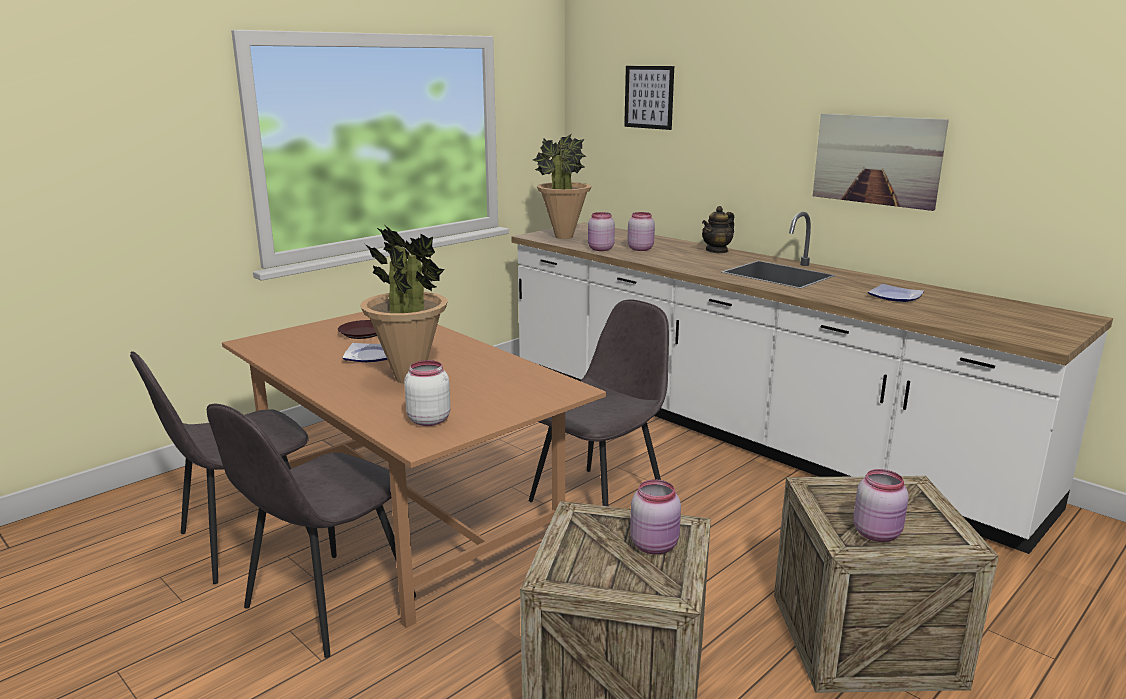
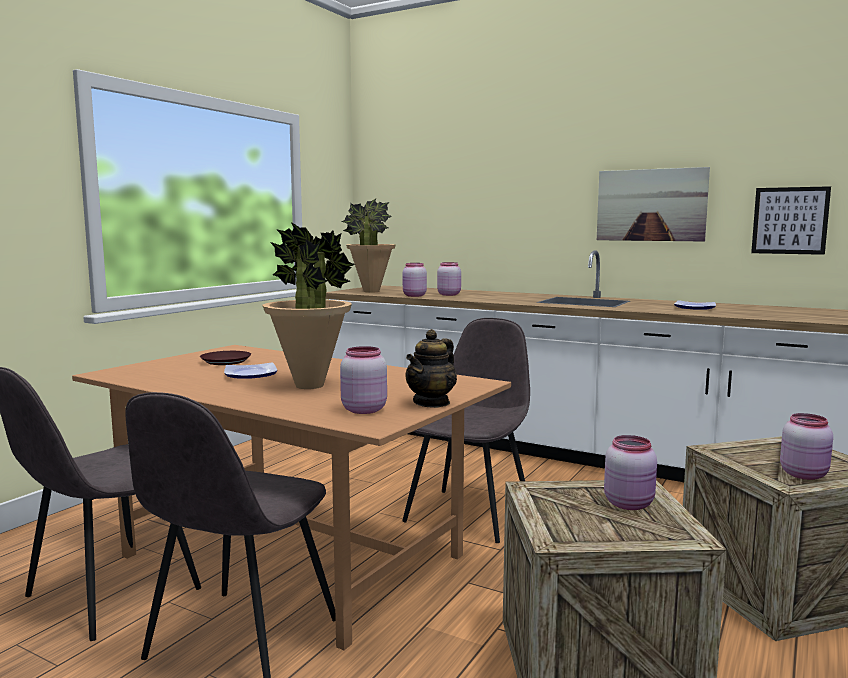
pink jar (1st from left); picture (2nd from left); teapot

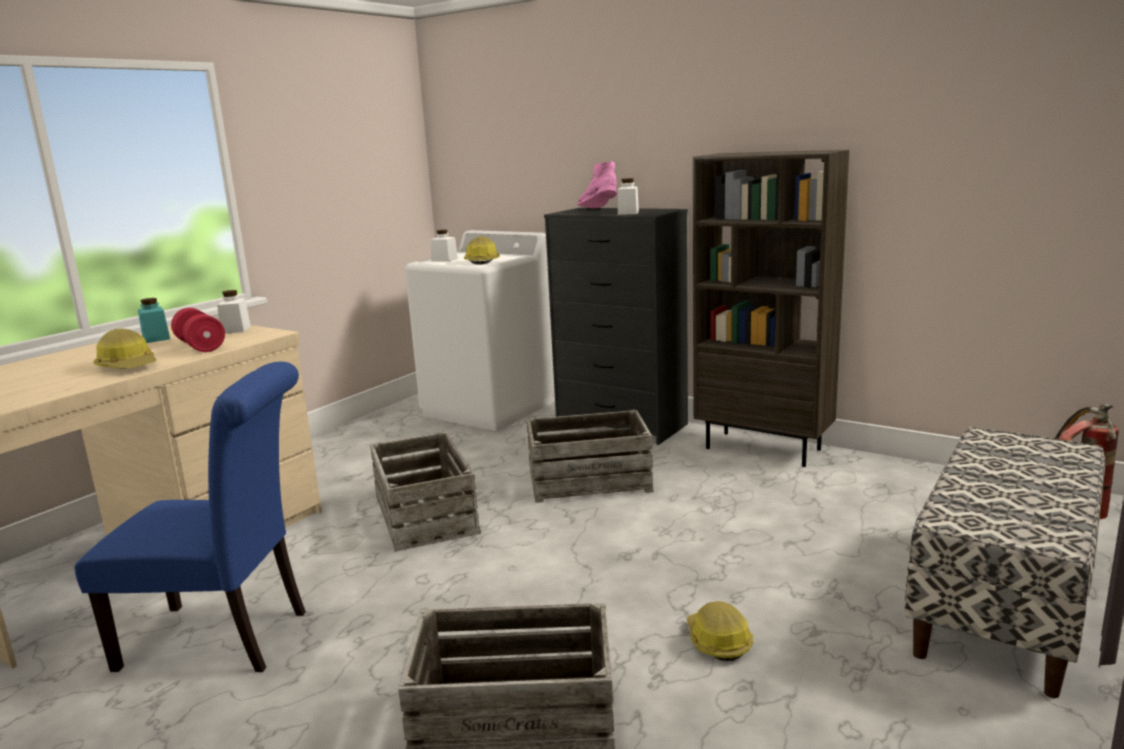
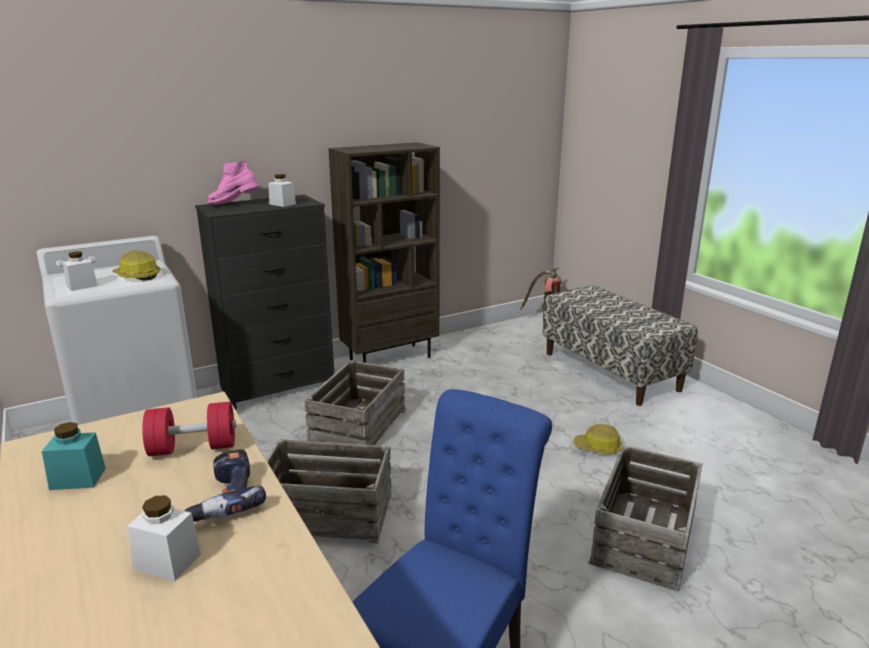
power drill; white jar (2nd from left)

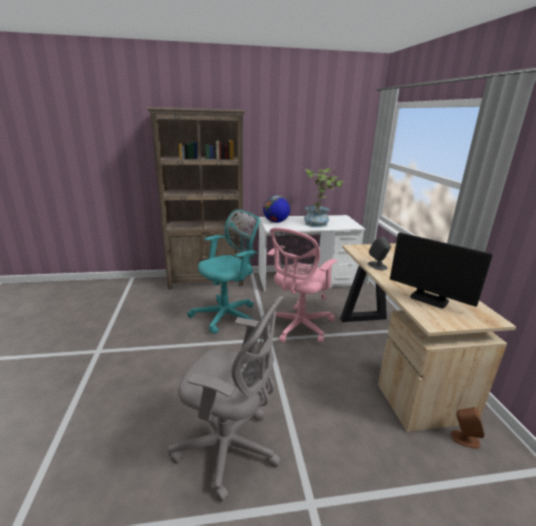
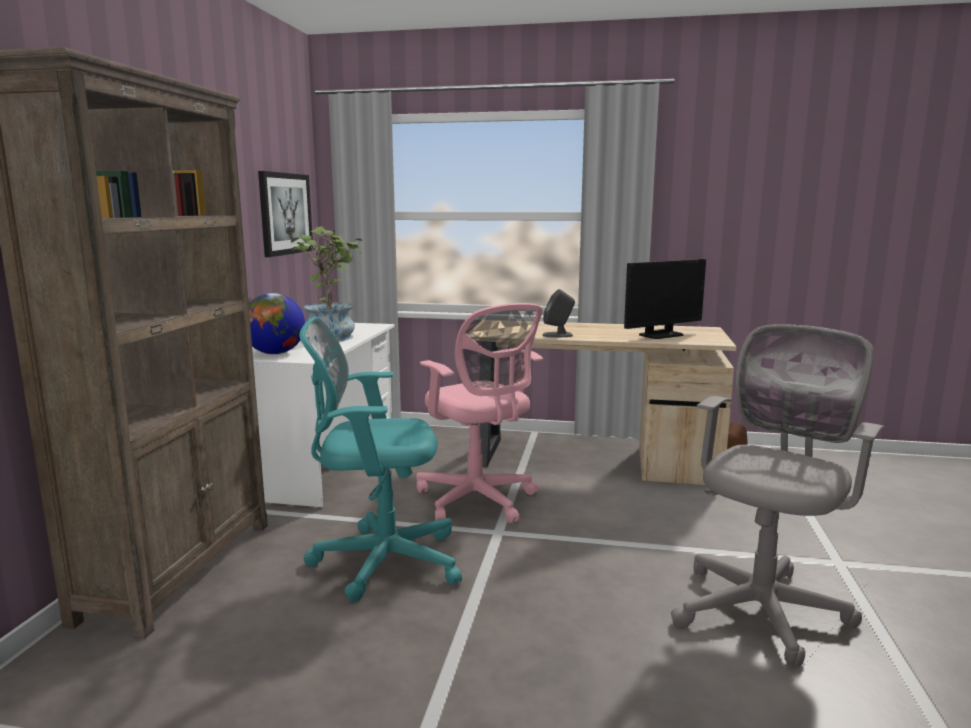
turquoise office chair; picture

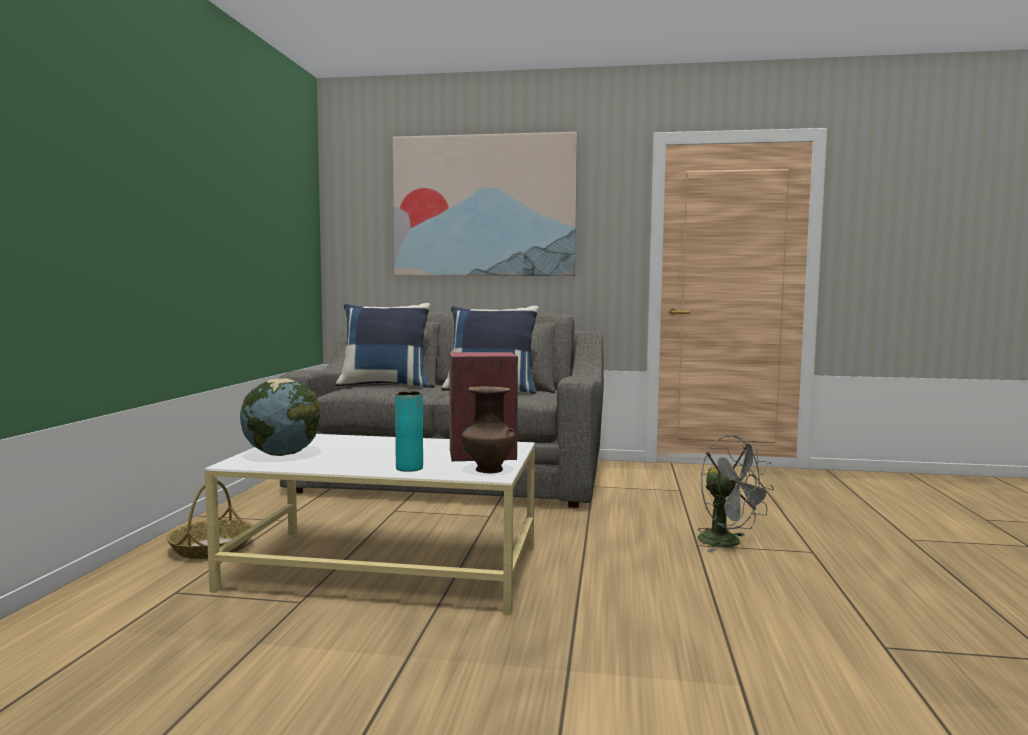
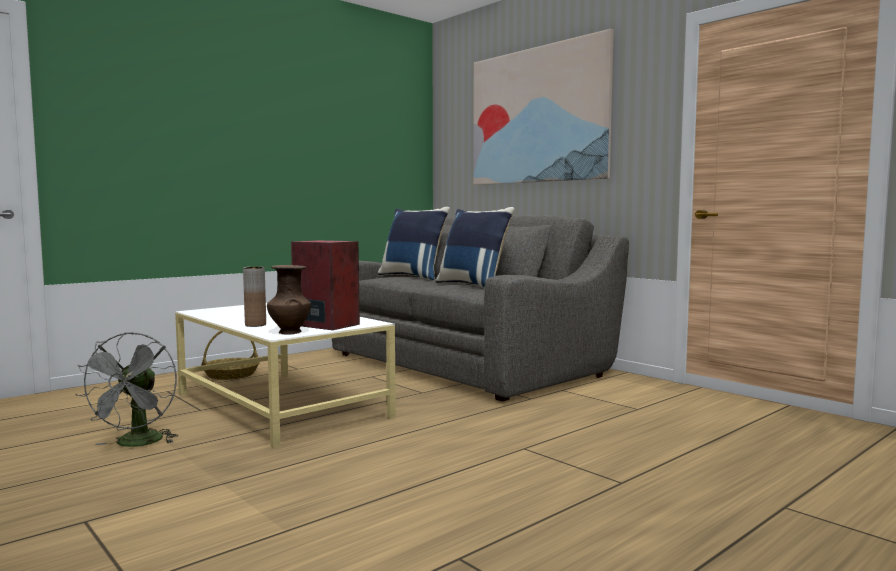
globe; brown vase (1st from left); grey fan

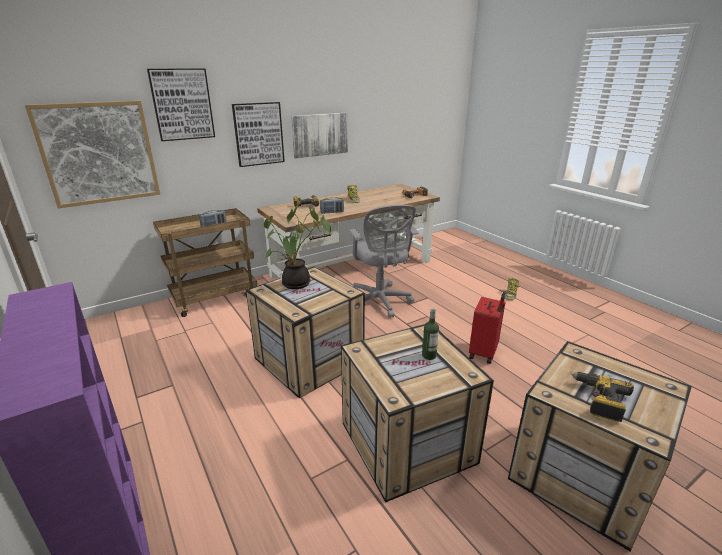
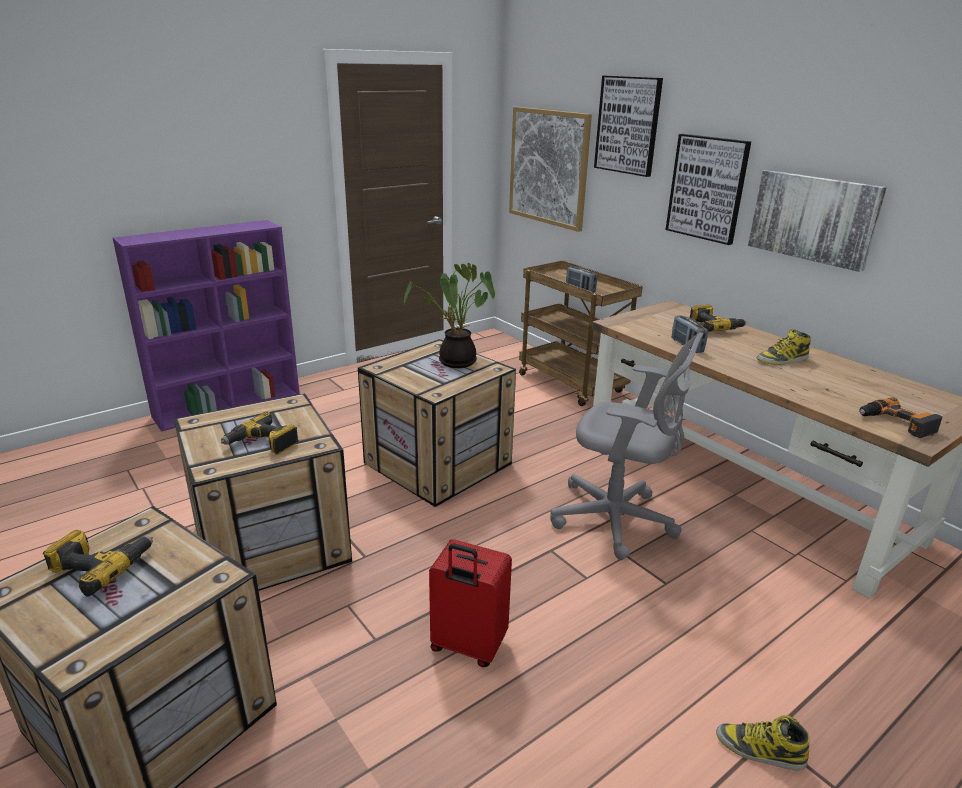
grey office chair; power drill (2nd from left)

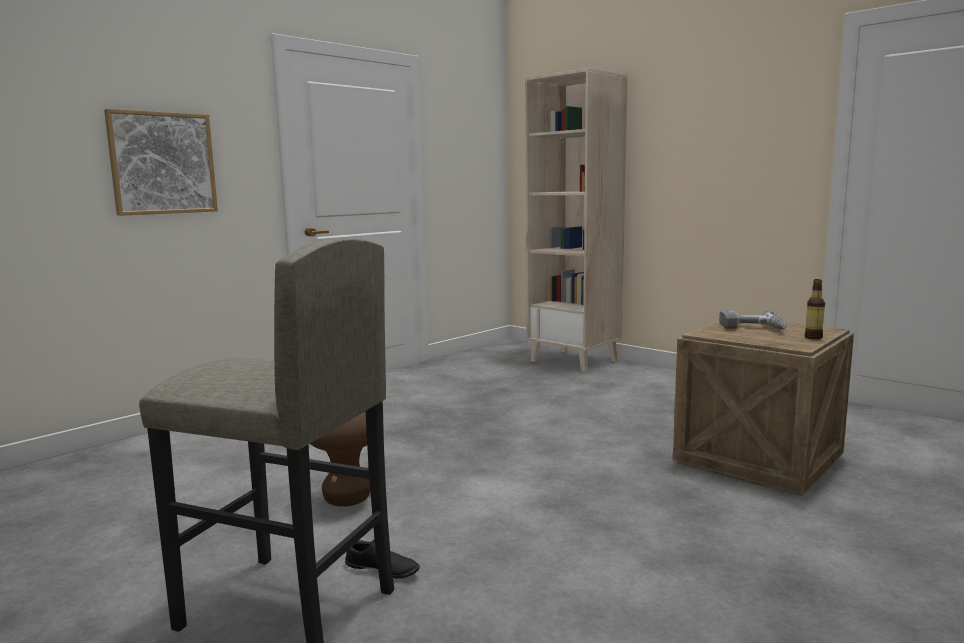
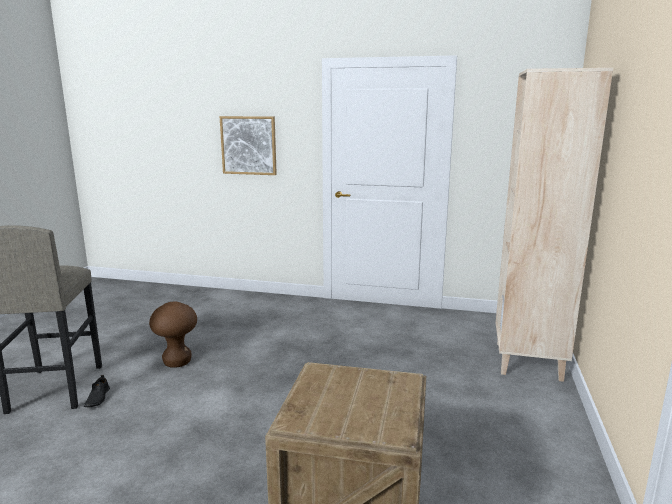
power drill; bottle

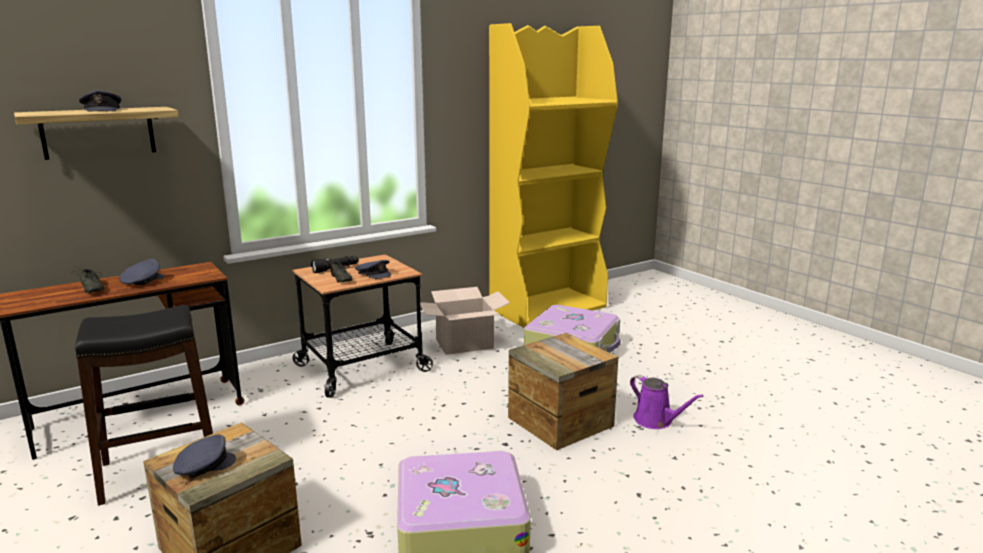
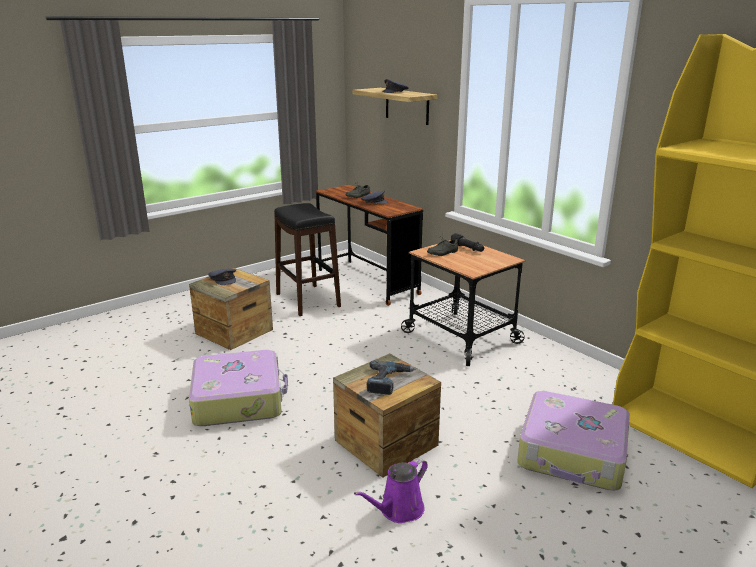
grey cap (4th from left in the first image); cardboard box; power drill

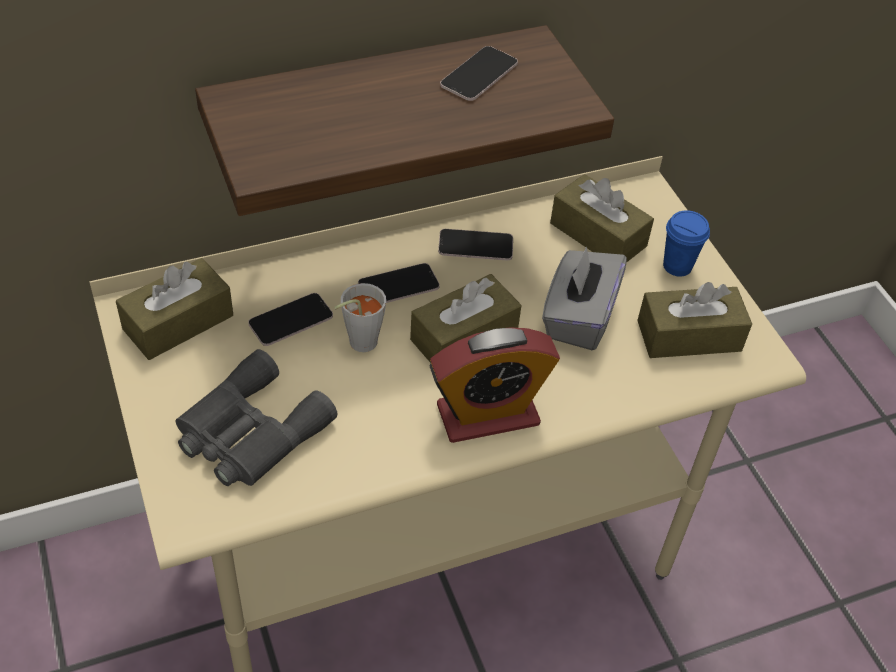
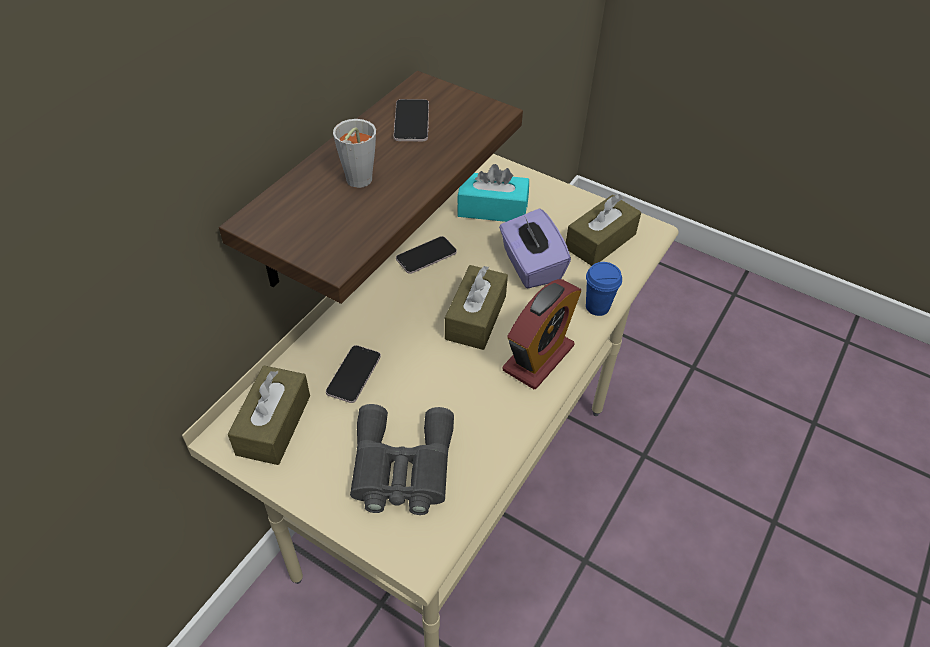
grey cup; phone (2nd from left in the first image); purple tissue box; turquoise tissue box; blue cup

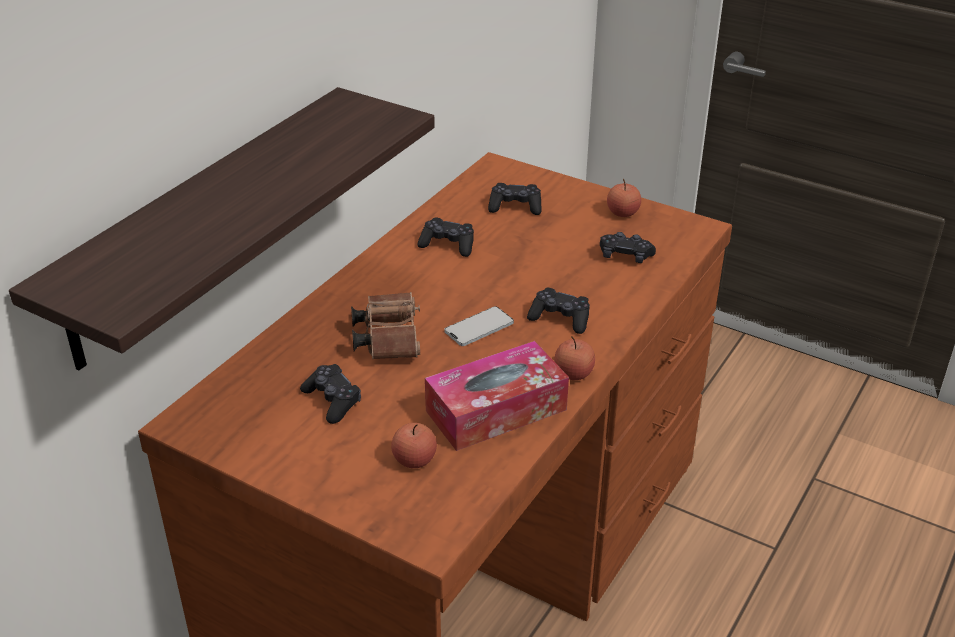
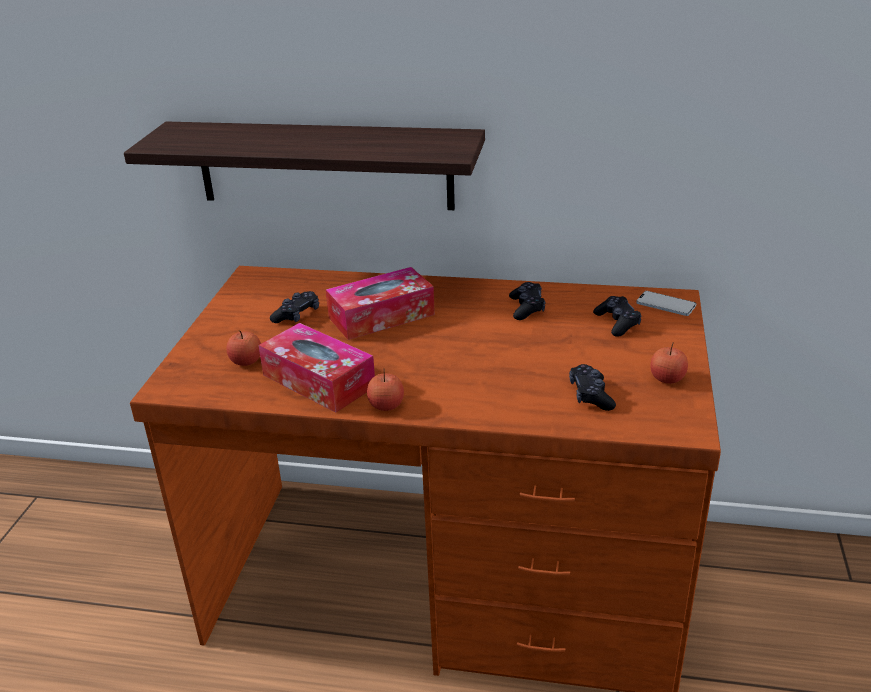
tissue box (2nd from left); phone; black game controller (4th from left in the first image)

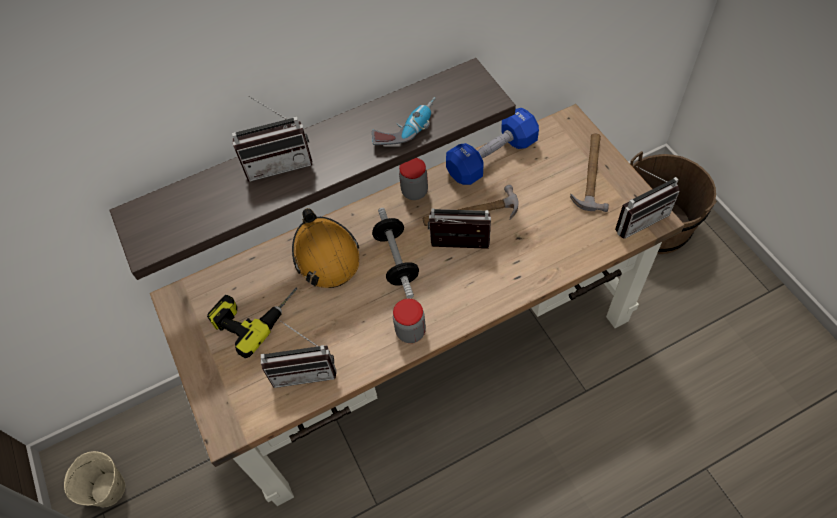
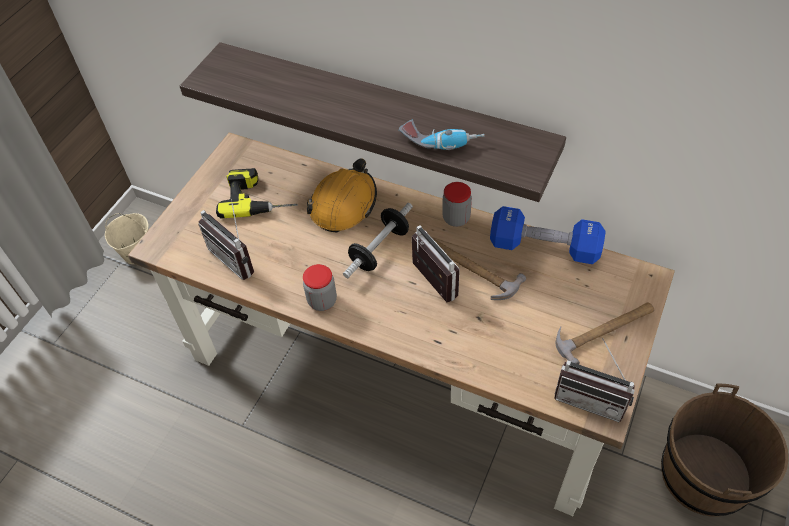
radio (1st from left in the first image)

